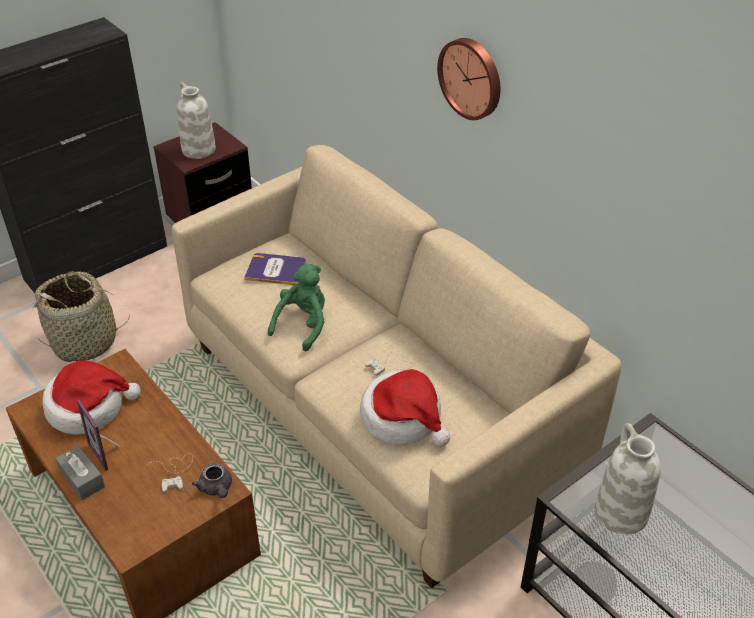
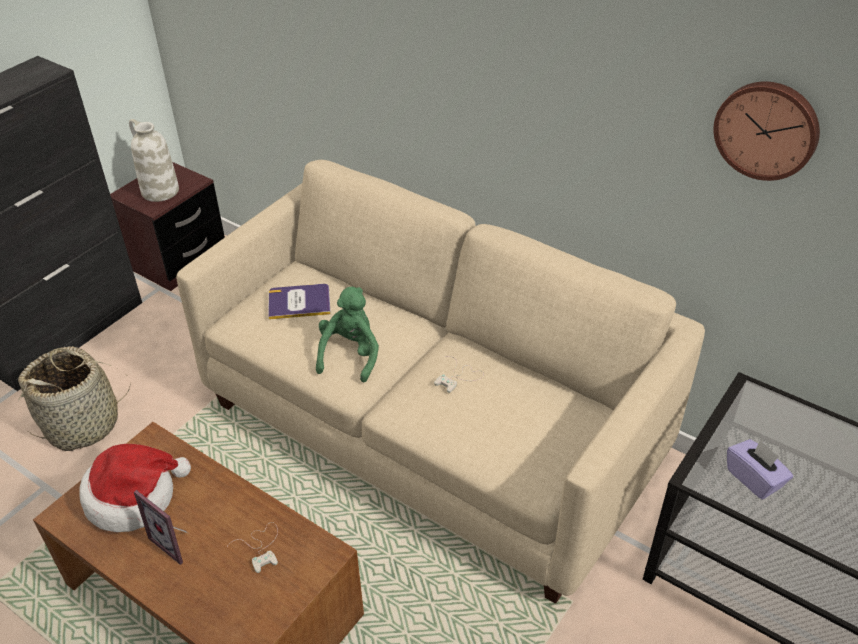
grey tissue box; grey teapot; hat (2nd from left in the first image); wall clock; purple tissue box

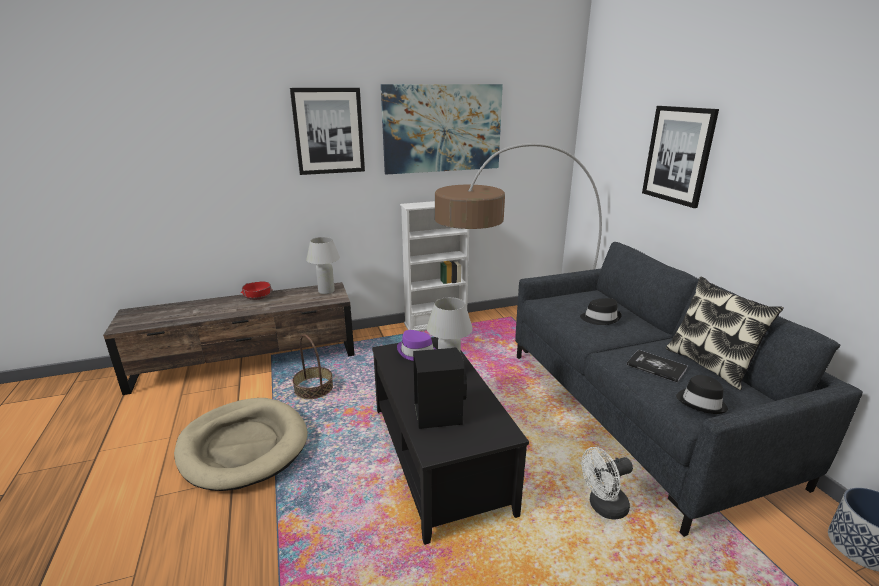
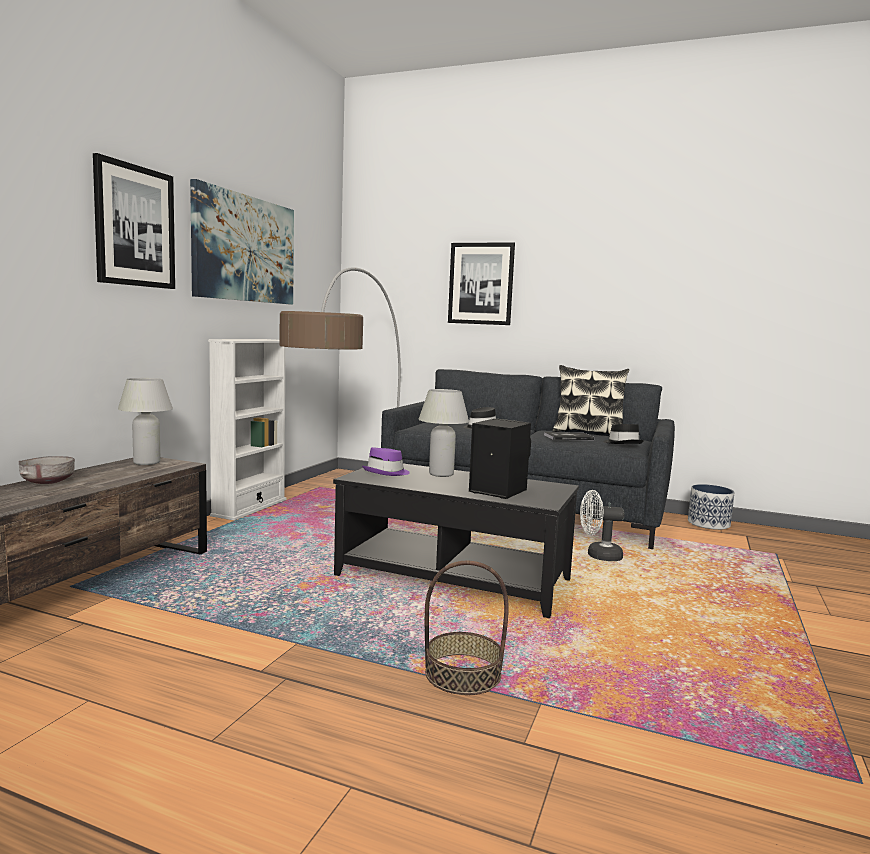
beige dog bed; grey bowl; basket; white fan

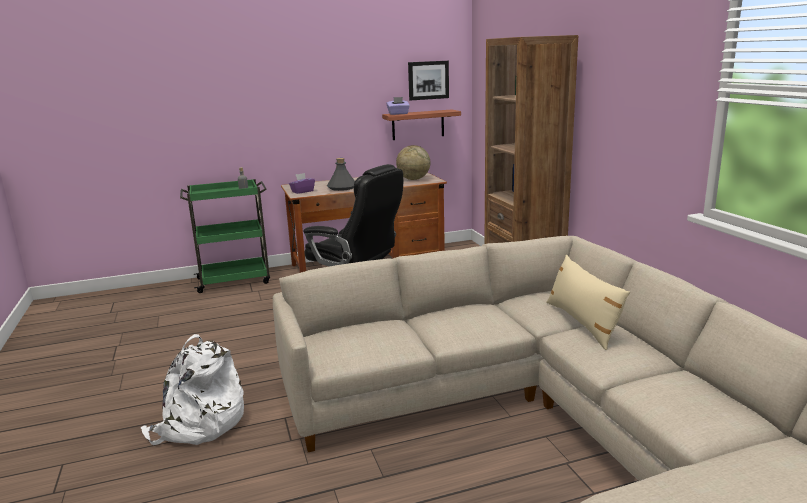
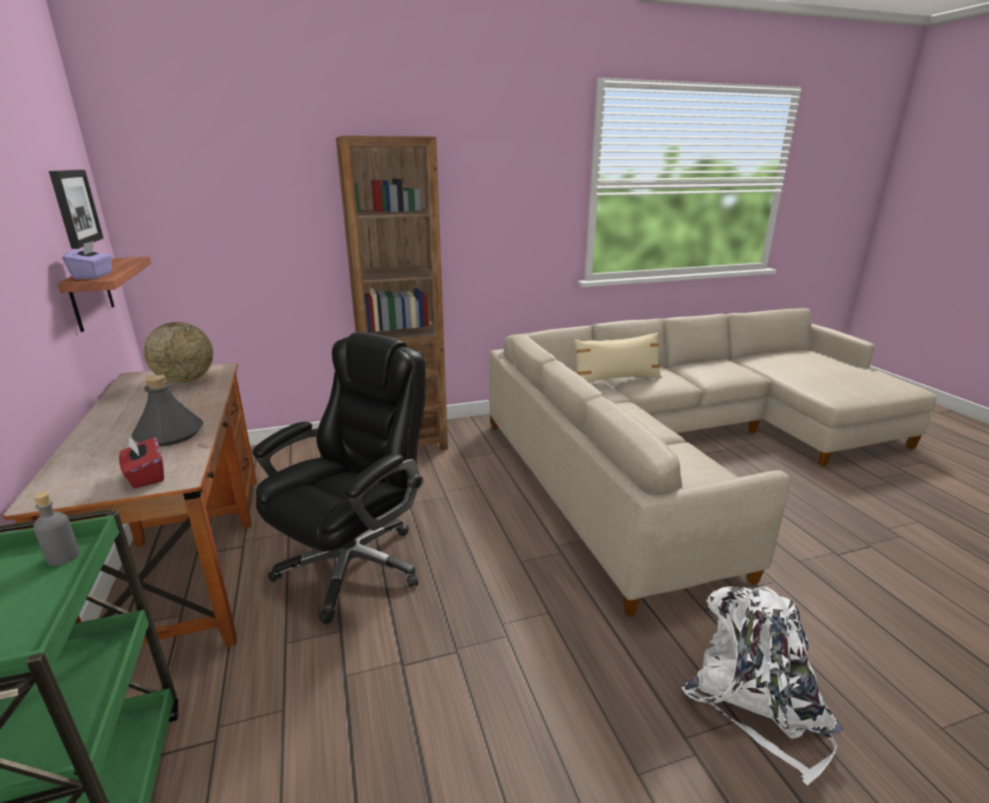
red tissue box

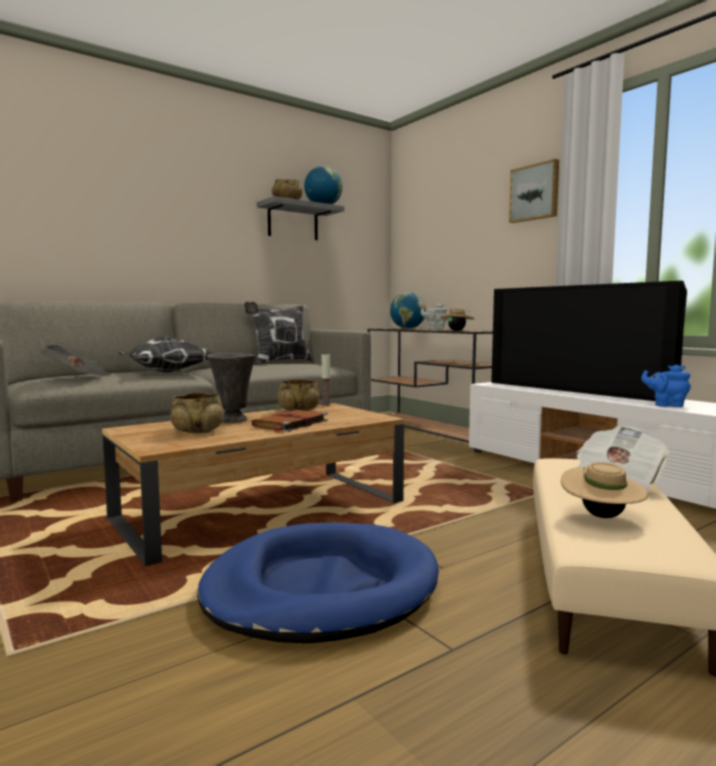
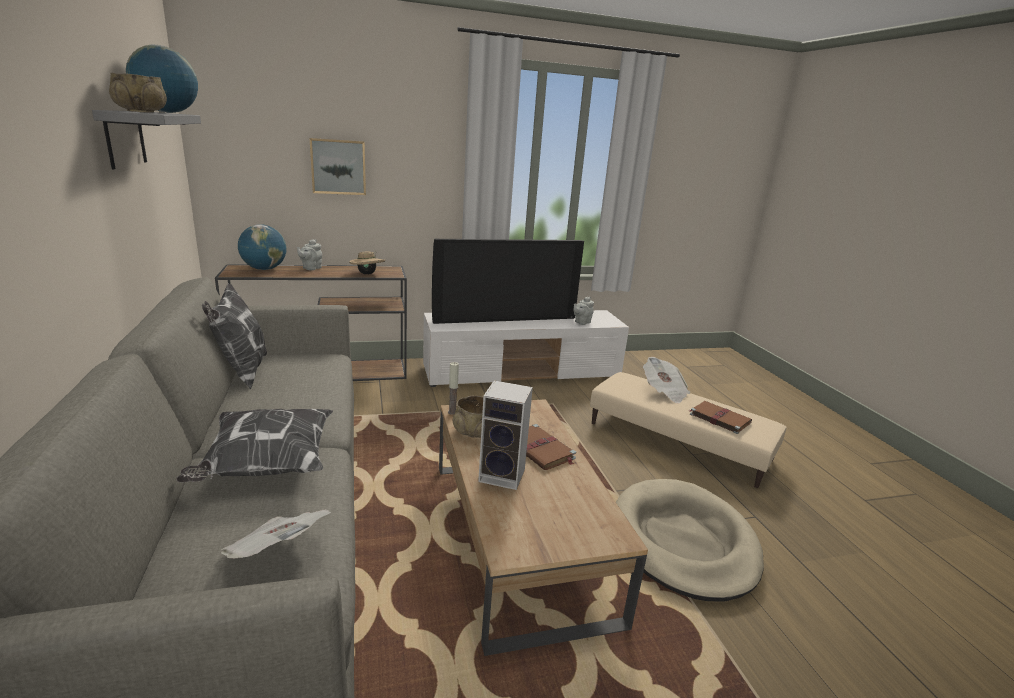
beige bowl (1st from left in the first image); beige dog bed; speaker; picture; brown book (2nd from left); grey teapot (2nd from left)

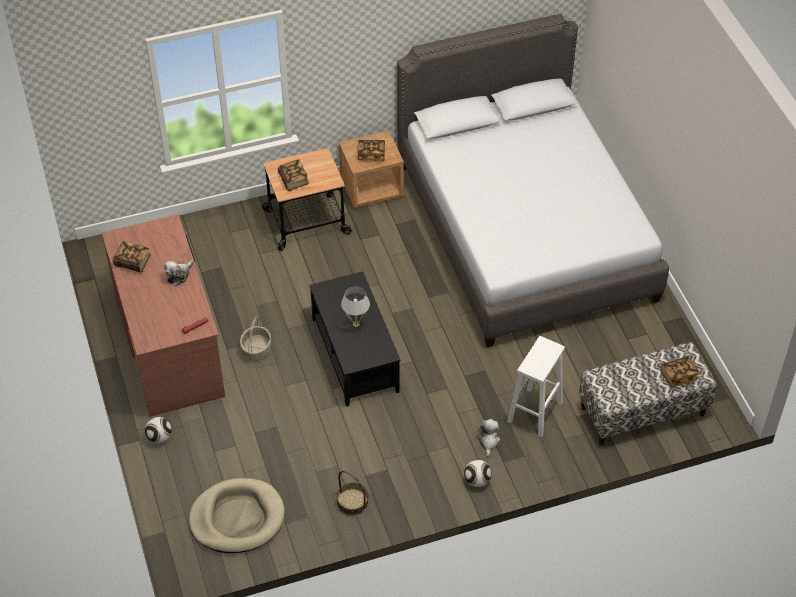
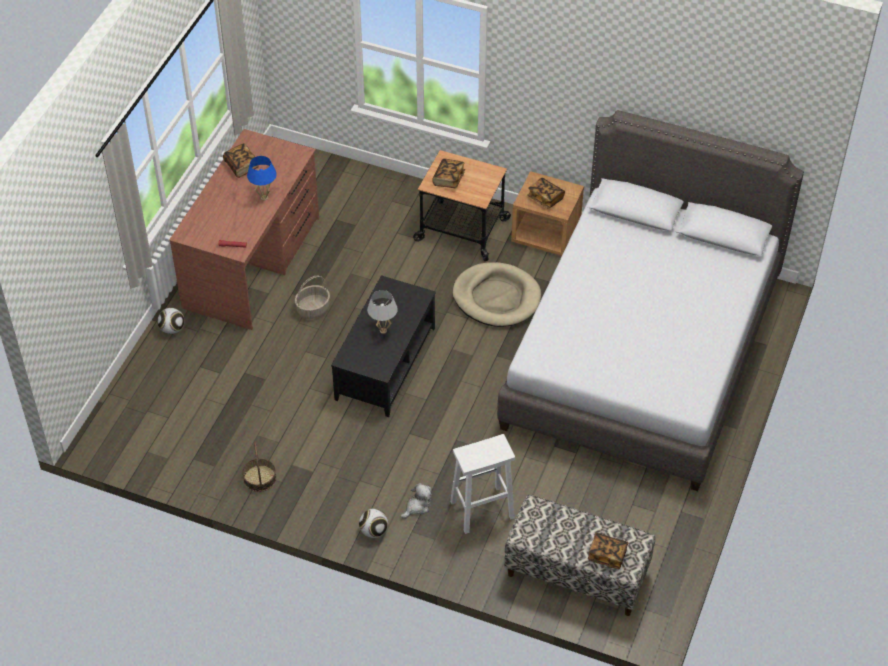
blue table lamp; beige dog bed

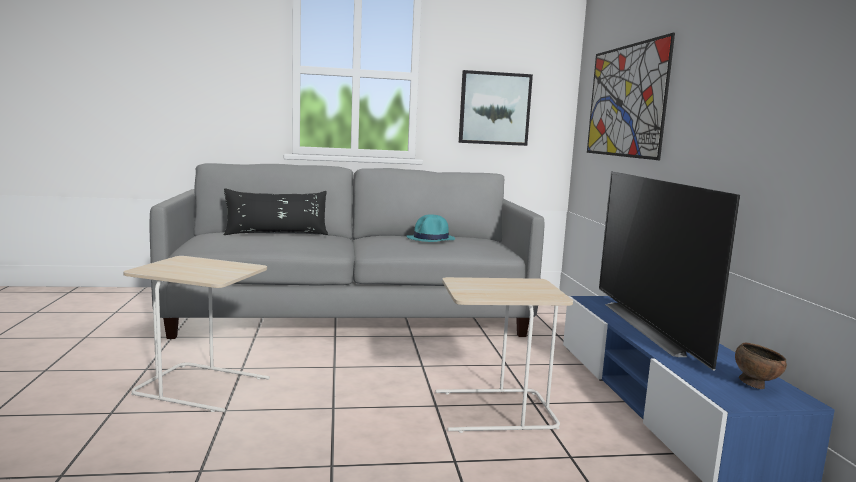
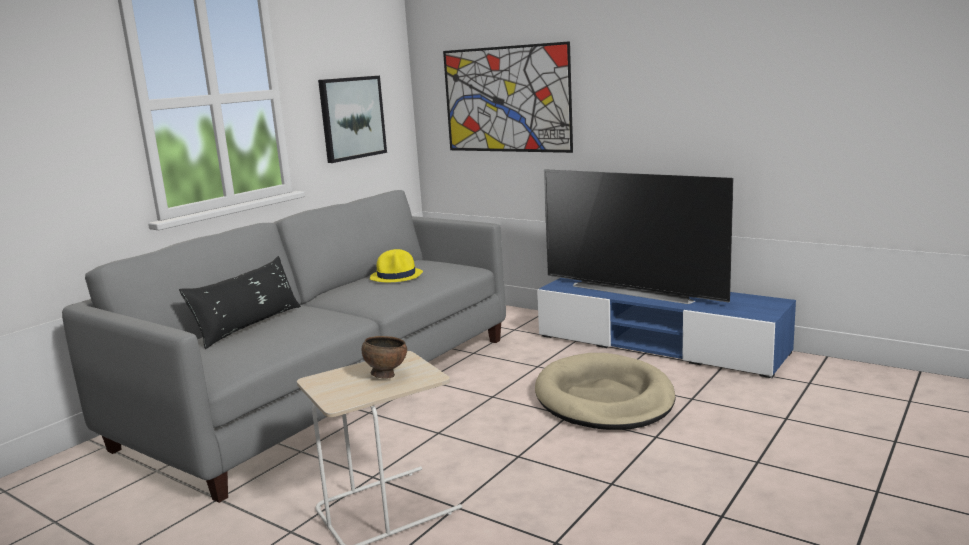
yellow hat; beige dog bed; brown bowl

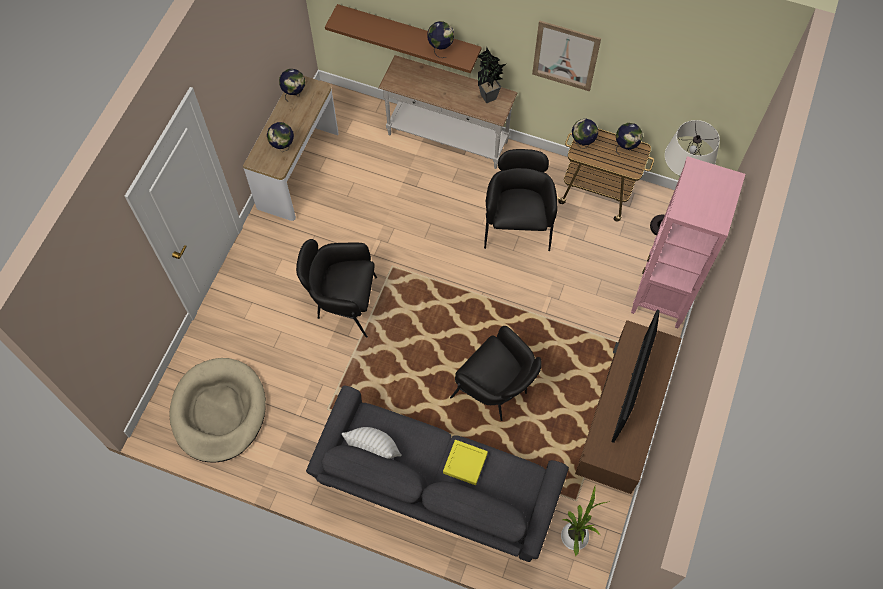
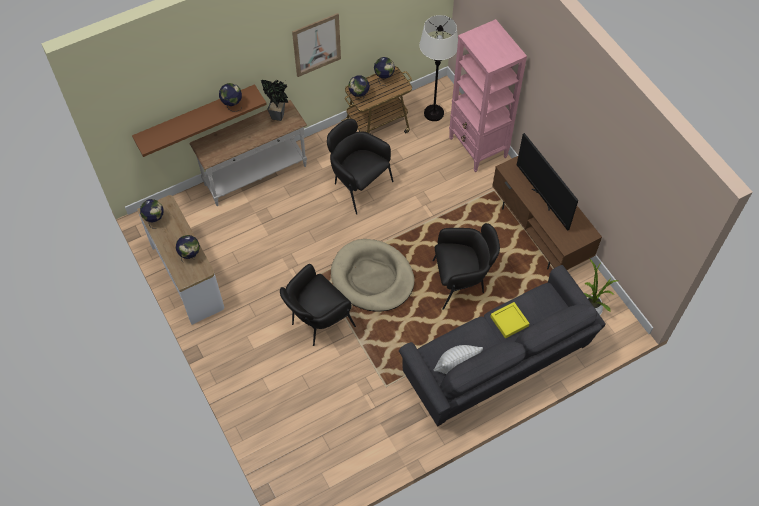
beige dog bed

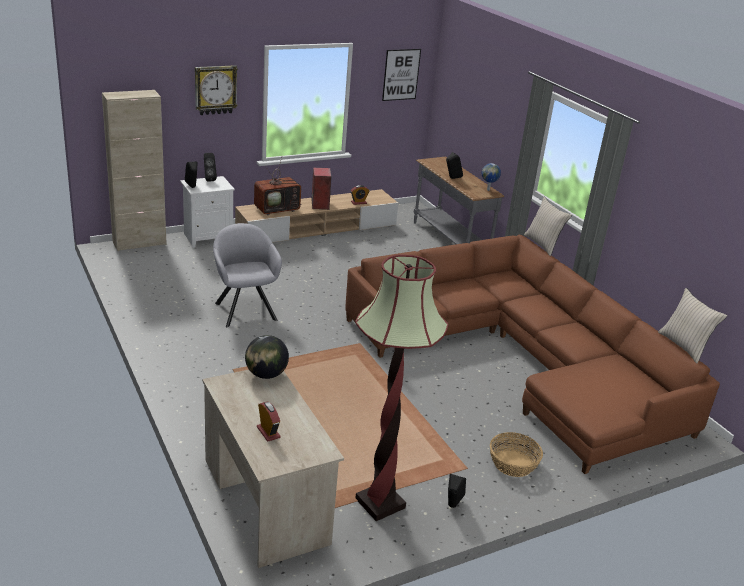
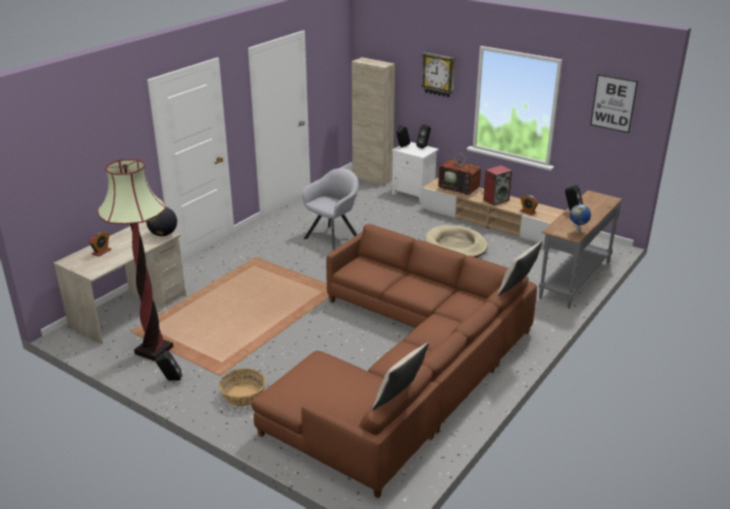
beige dog bed

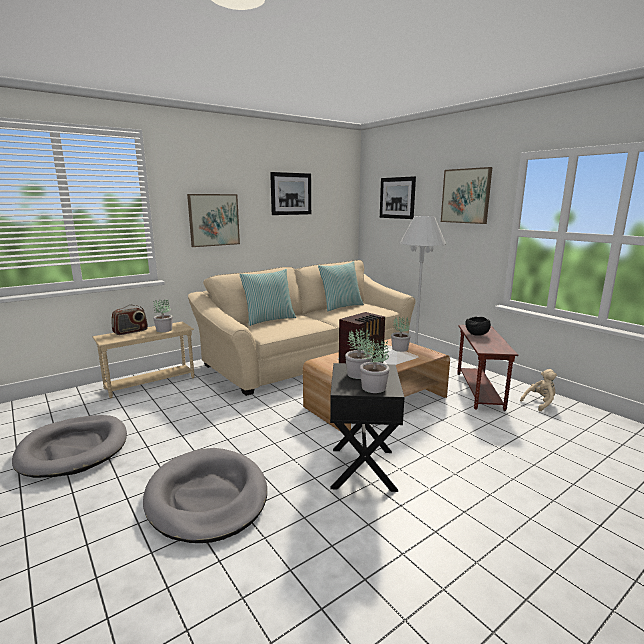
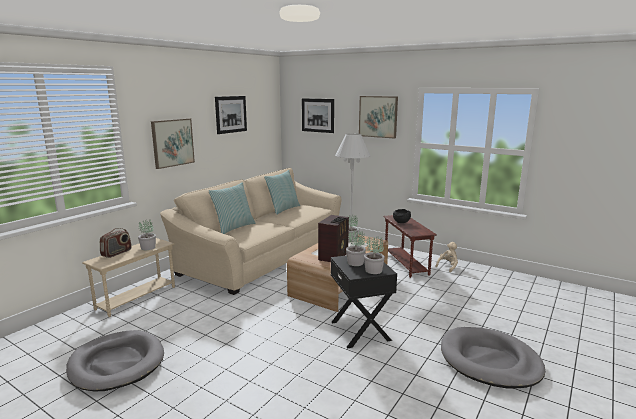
grey dog bed (2nd from left)

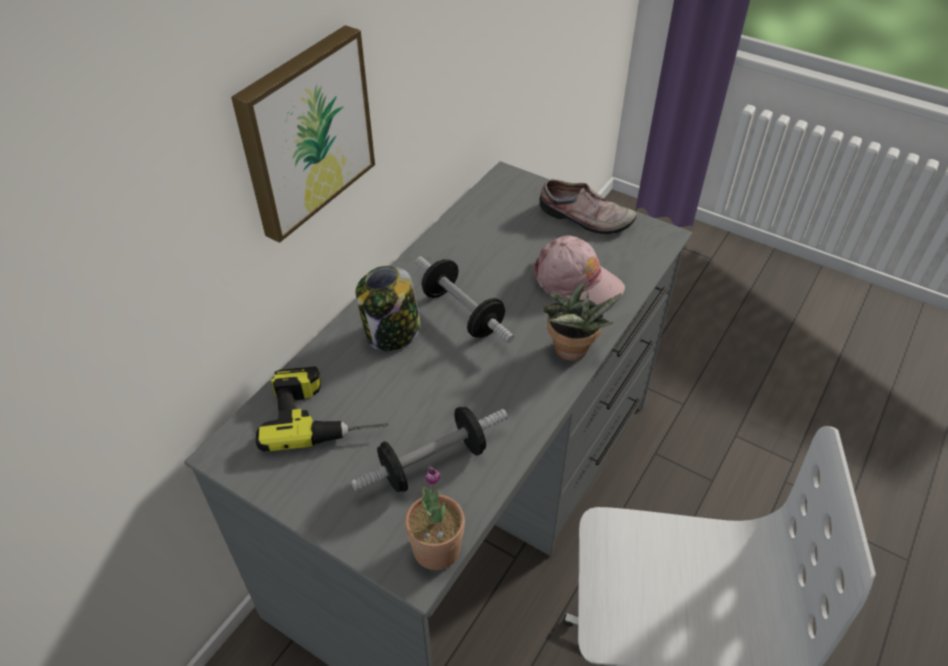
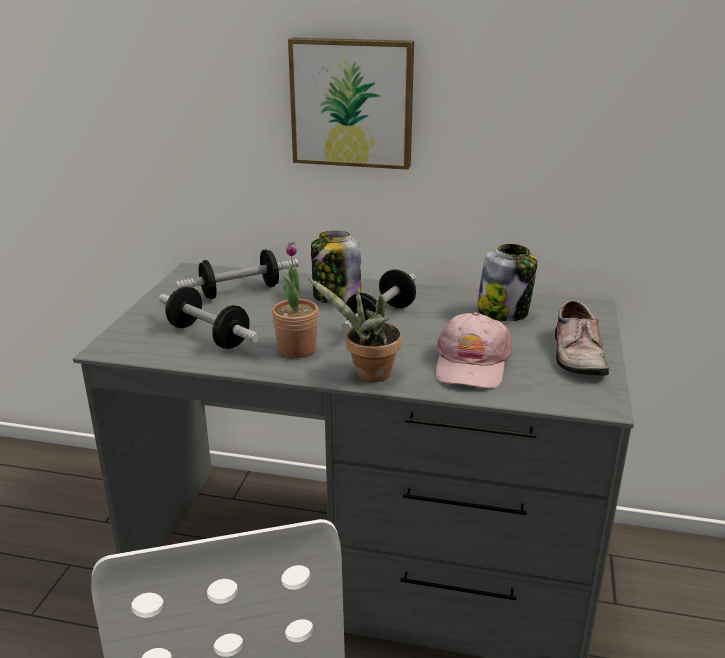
dumbbell (2nd from left); potted plant (1st from left); jar (2nd from left)

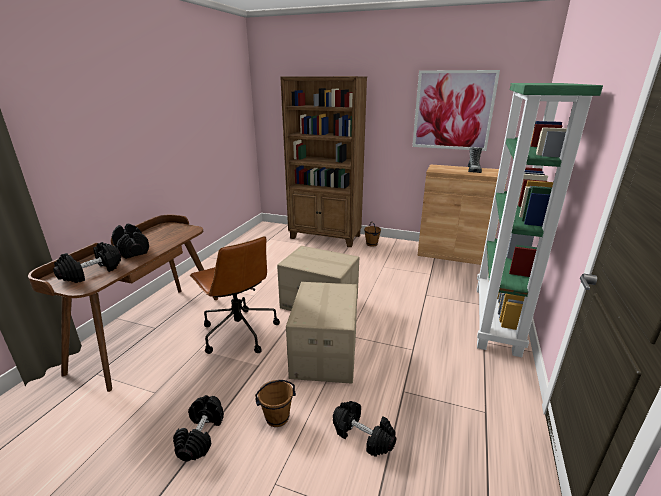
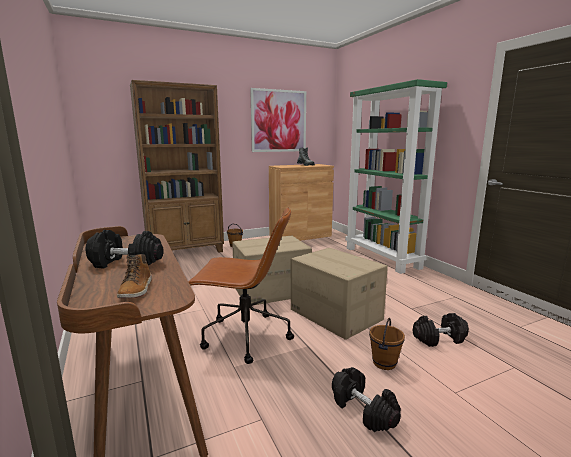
boot (1st from left)

